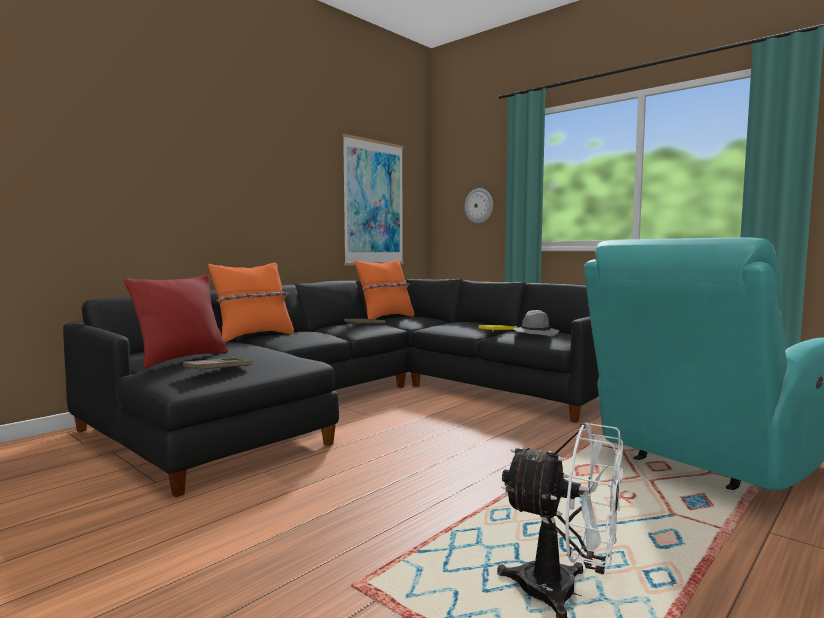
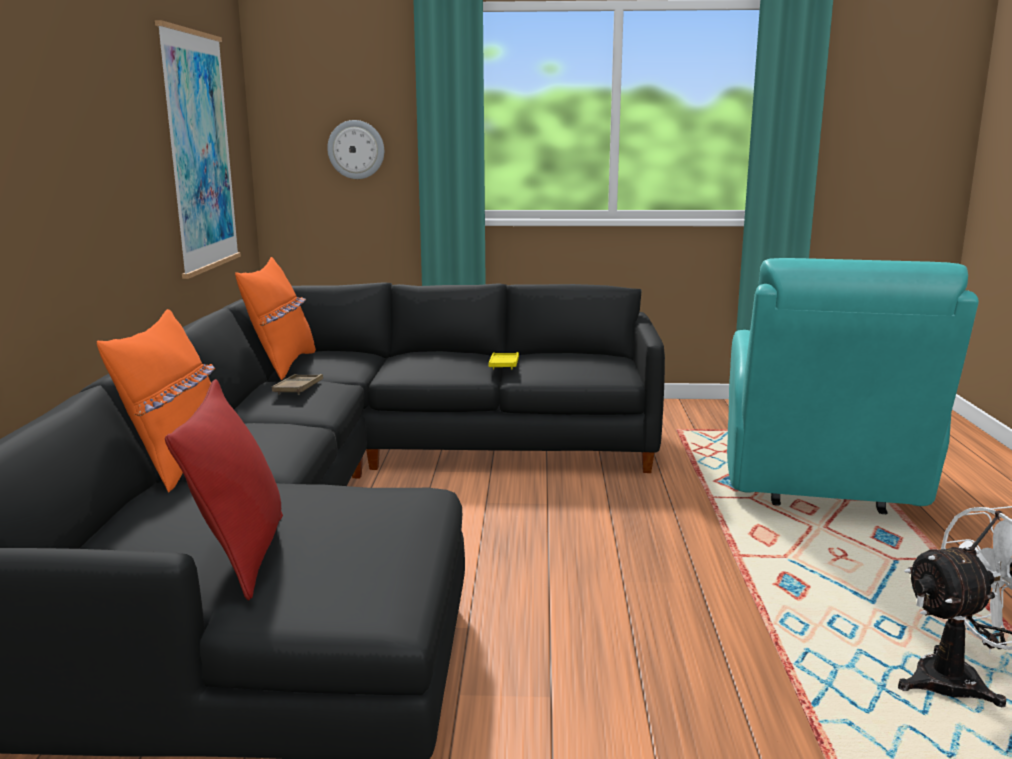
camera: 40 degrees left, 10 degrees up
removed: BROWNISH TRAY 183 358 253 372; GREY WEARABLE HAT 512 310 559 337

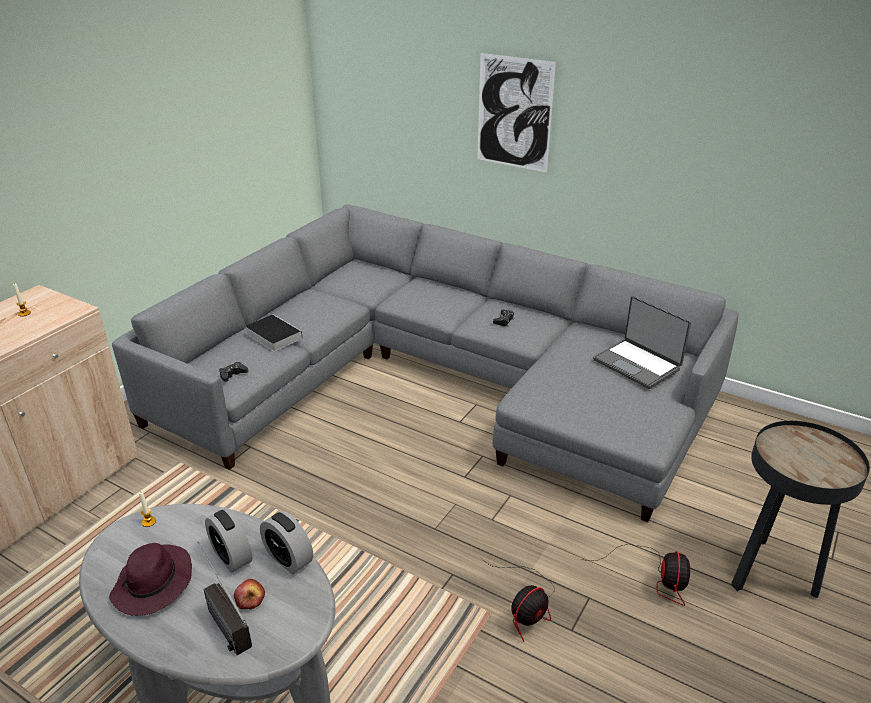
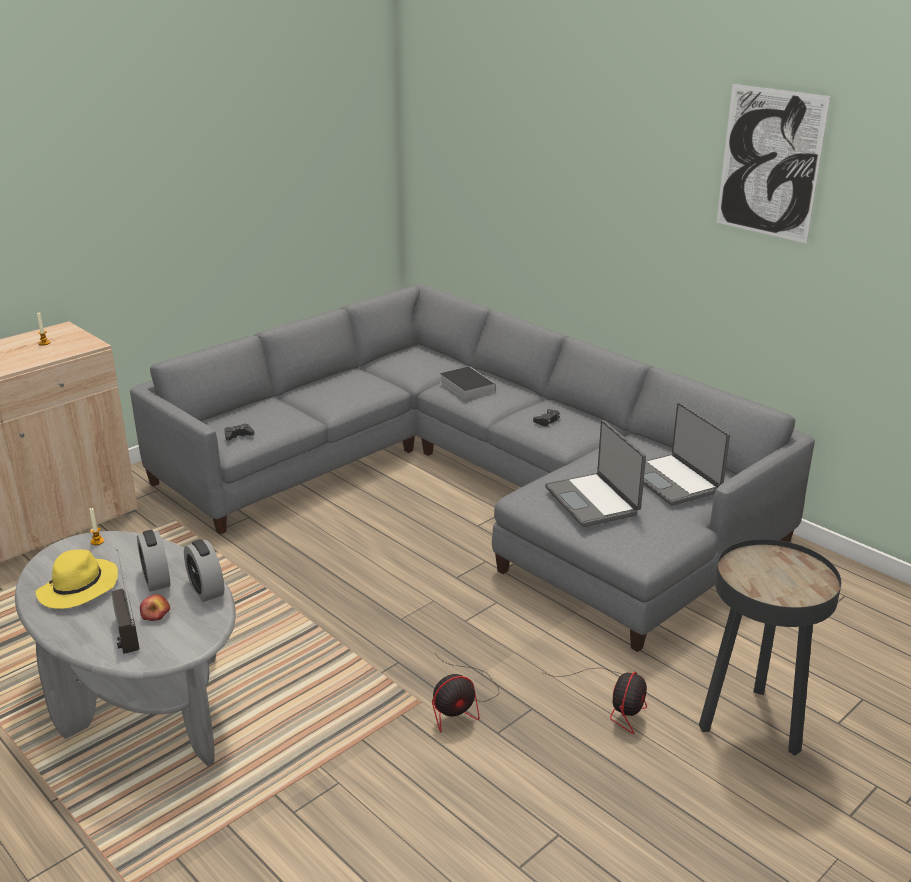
camera: 15 degrees right, 5 degrees down
added: LAPTOP 545 420 646 527
moved: BOOK 245 314 302 352 to 440 366 496 400; PICTURE 477 53 556 173 to 716 84 830 243
recoloured: PURPLE WEARABLE HAT 109 543 192 616 to YELLOW WEARABLE HAT 35 550 118 609

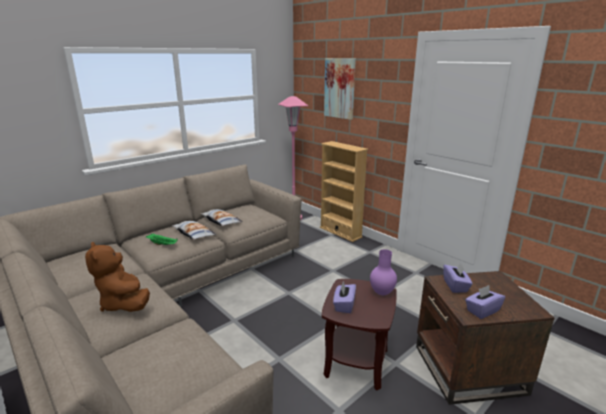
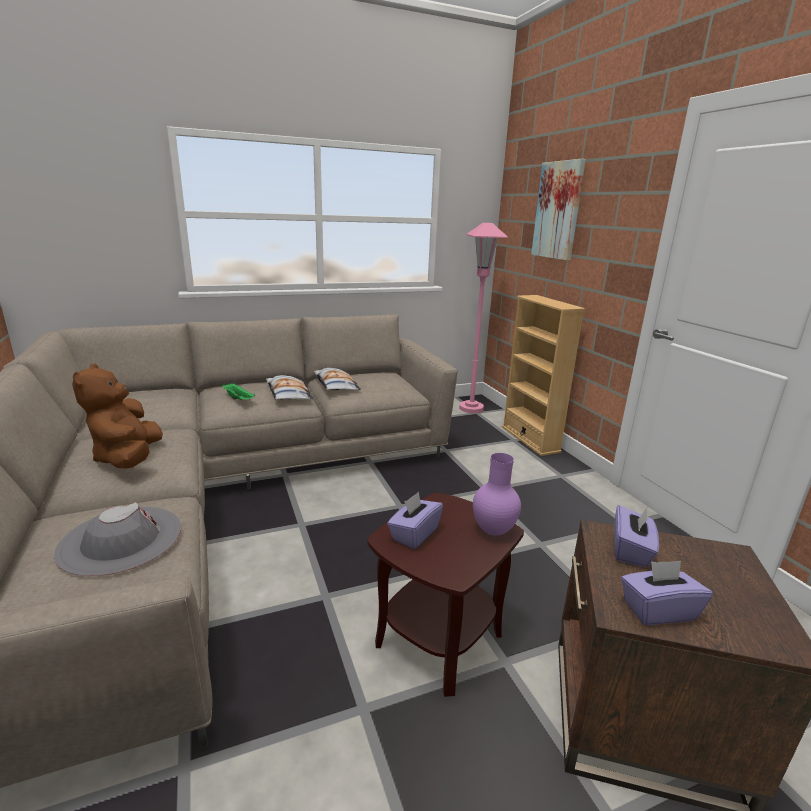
camera: 20 degrees right, 0 degrees up
added: GREY WEARABLE HAT 54 502 181 577

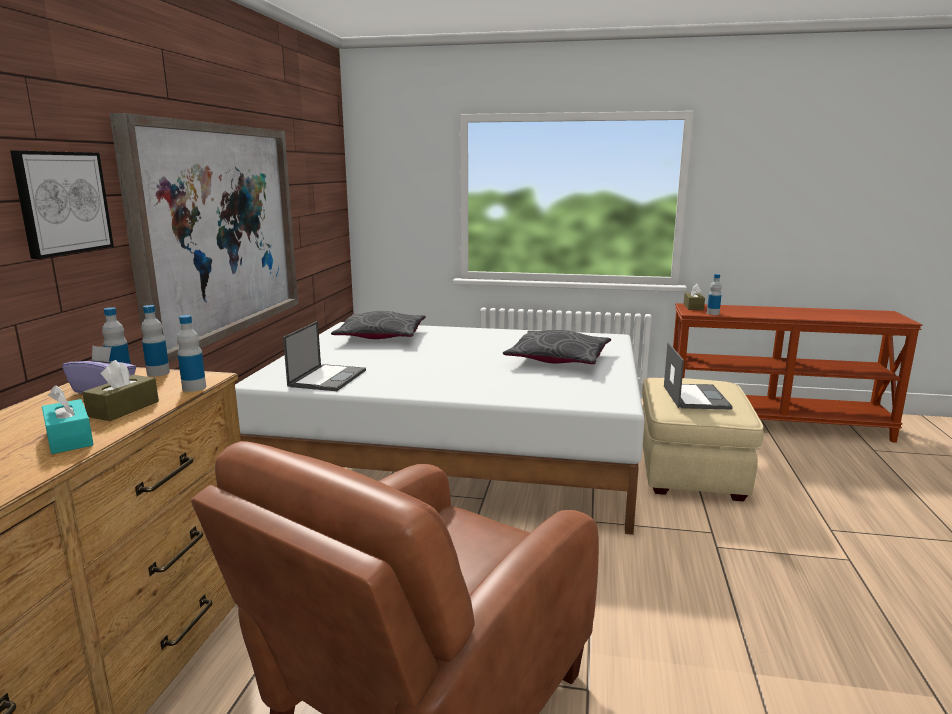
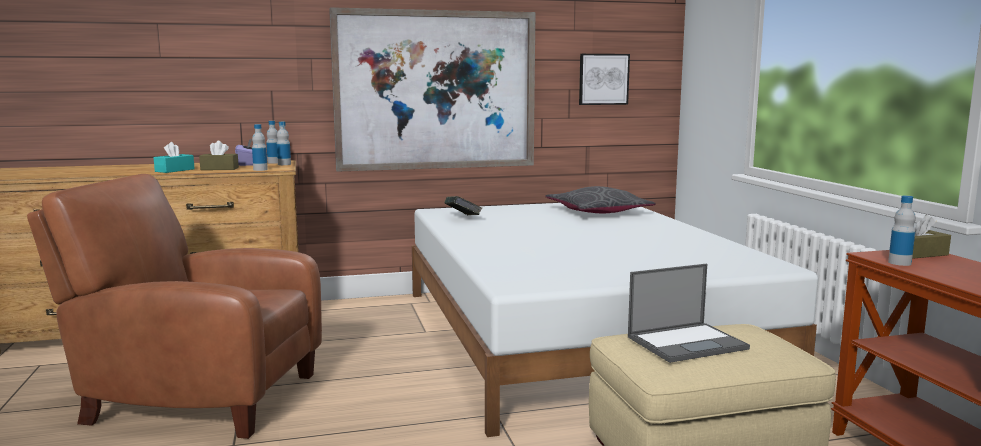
camera: 65 degrees right, 5 degrees down
removed: GREY PILLOW 503 330 611 364
moved: PICTURE 10 151 114 259 to 579 54 630 105
replaced: LAPTOP 283 321 366 391 to BOOK 444 196 482 215

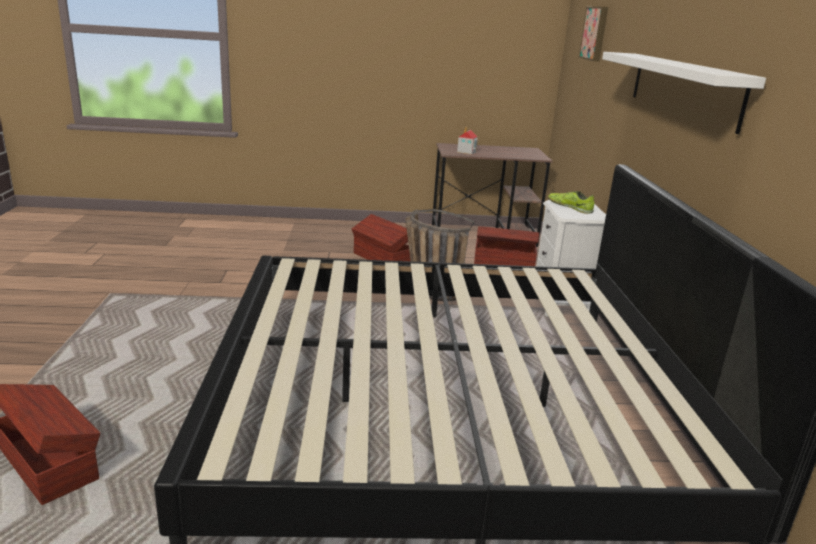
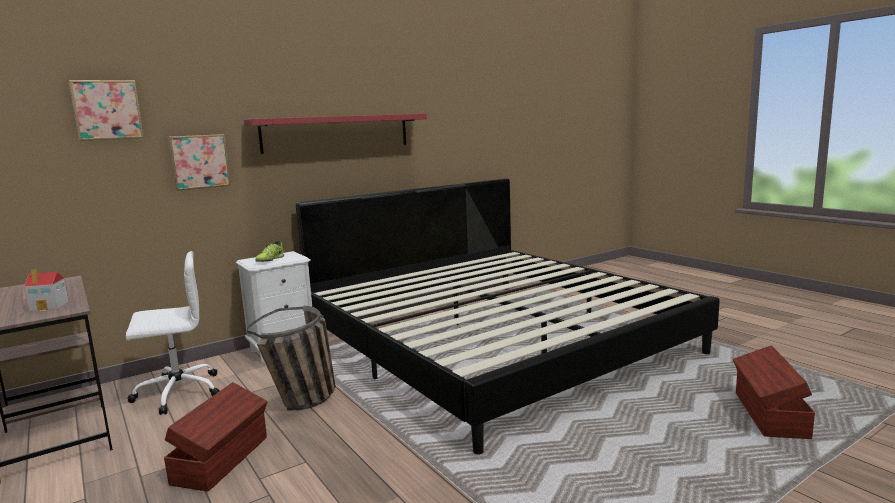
camera: 120 degrees left, 10 degrees down
added: PICTURE 168 134 231 191
replaced: BROWNISH STORAGE BOX 474 226 539 266 to WHITE-COLOURED OFFICE CHAIR 126 251 220 415
recoloured: WHITE-COLOURED BRACKET SHELF 602 52 766 134 to RED-COLOURED BRACKET SHELF 244 114 427 154

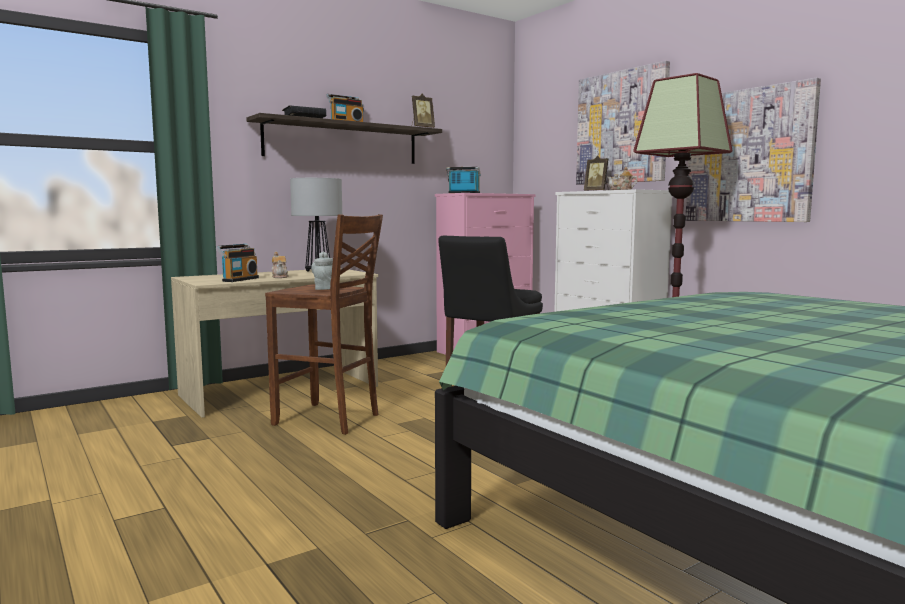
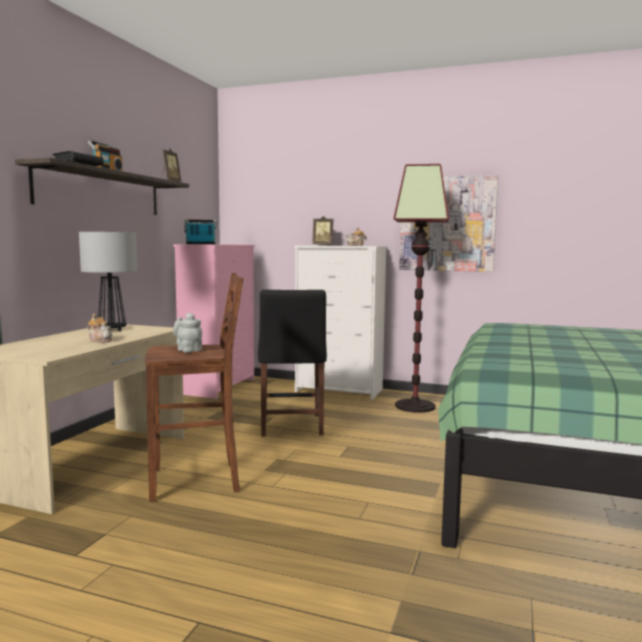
camera: 35 degrees left, 0 degrees up
removed: RADIO 216 244 259 282; PICTURE 576 61 670 185

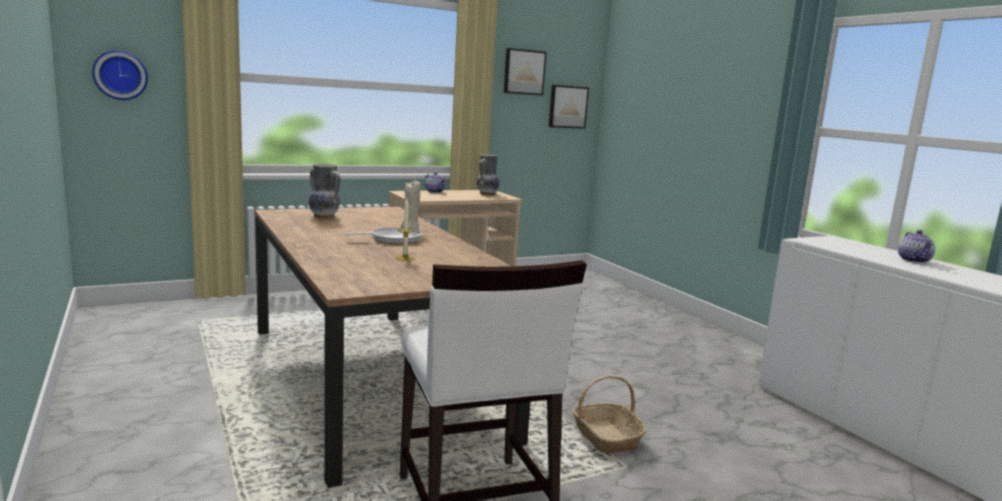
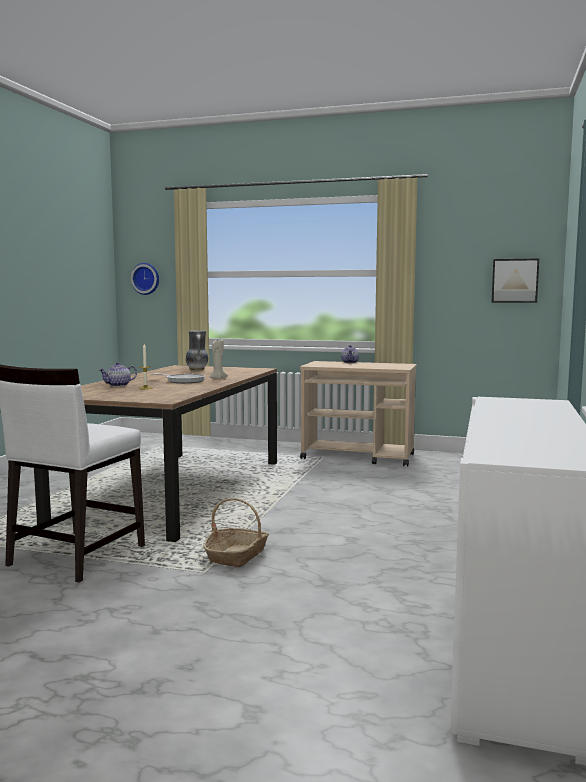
camera: 45 degrees right, 5 degrees down
removed: FLOWER VASE 477 154 499 195; PICTURE 504 48 547 96
moved: TEAPOT 898 230 935 263 to 99 362 137 387

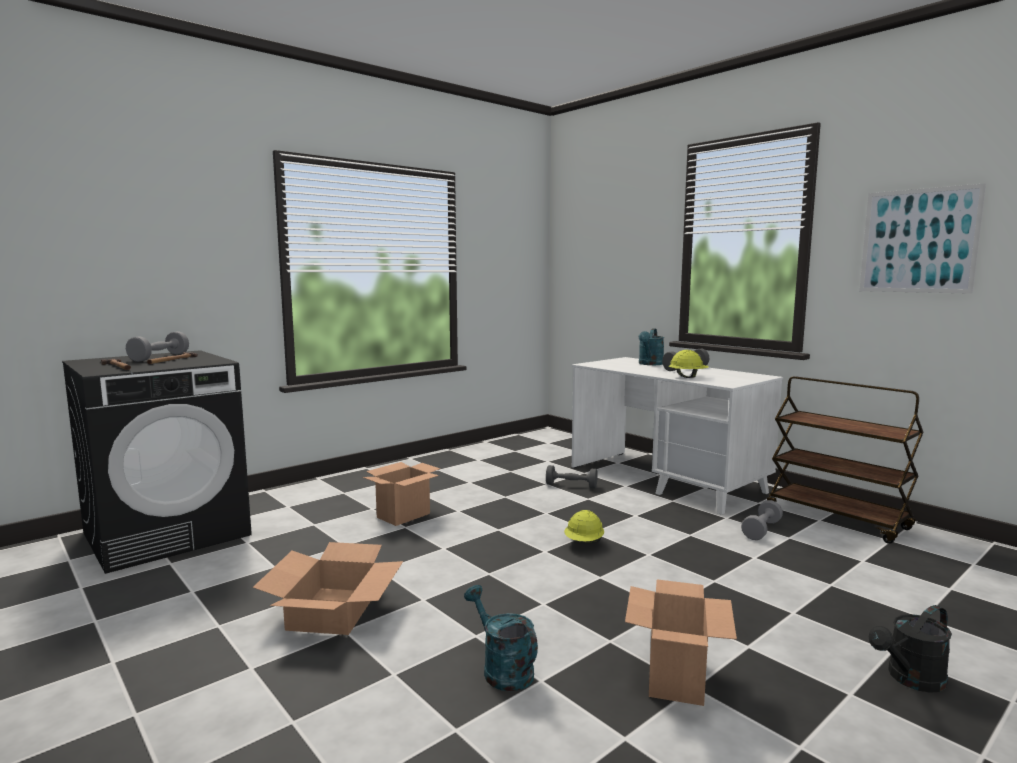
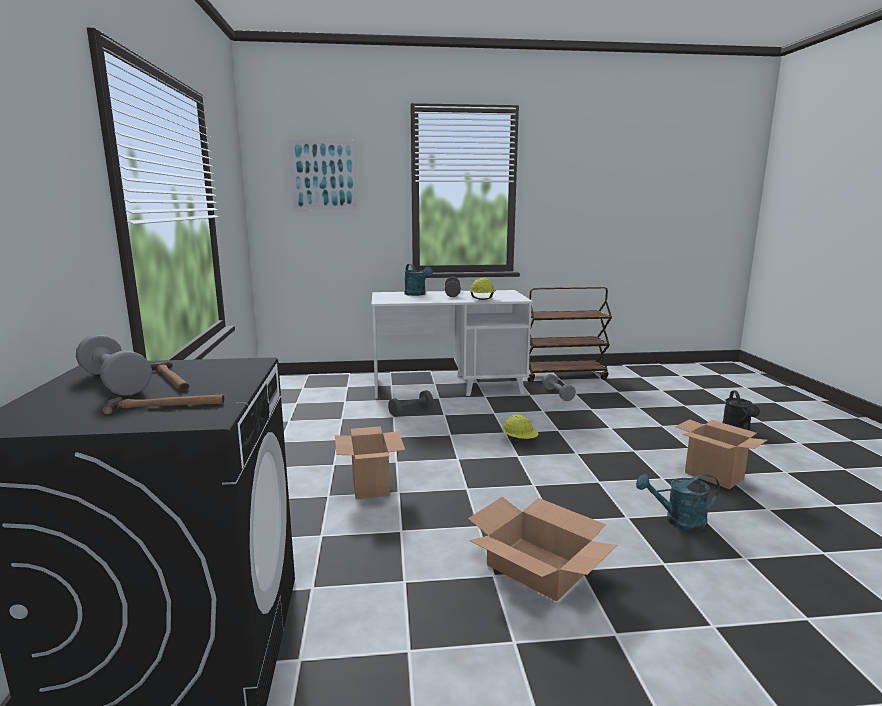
camera: 55 degrees left, 5 degrees up
moved: PICTURE 859 183 986 294 to 288 140 359 210

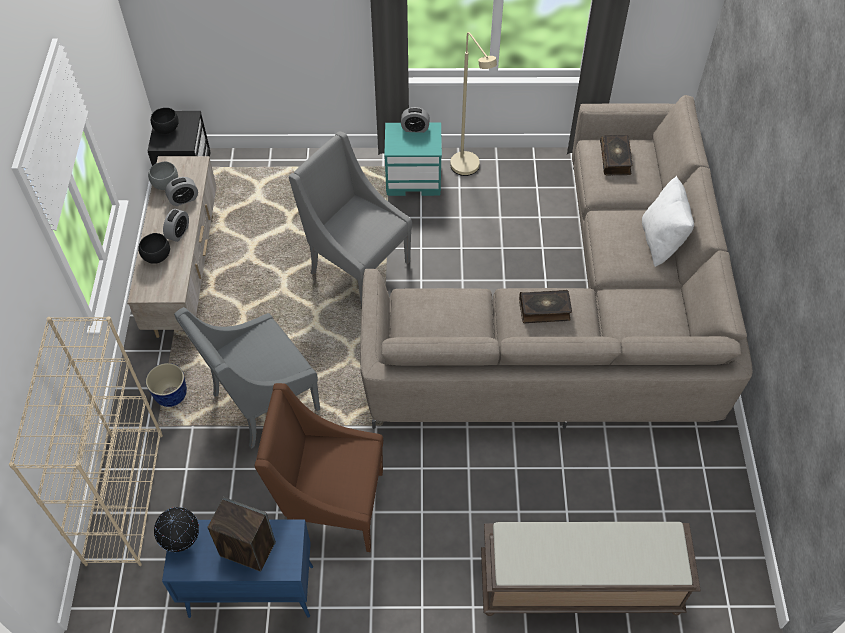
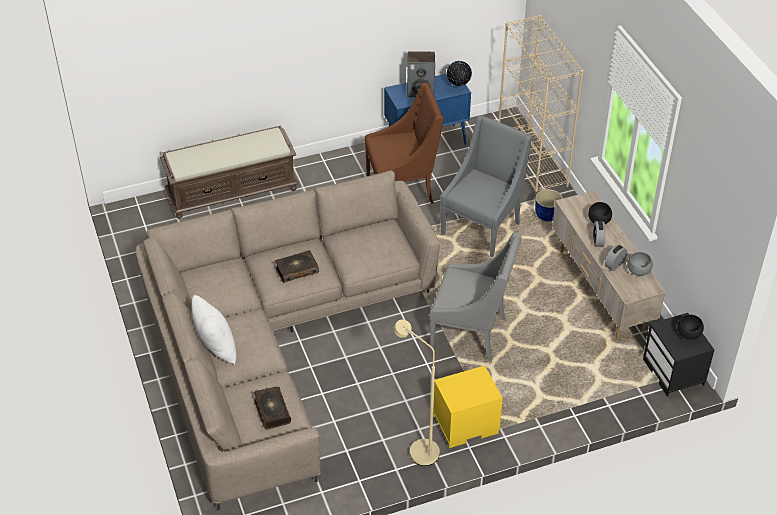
camera: 160 degrees right, 10 degrees down
removed: ALARM CLOCK 401 107 430 133
recoloured: BLUE-GREEN NIGHT TABLE 384 123 442 196 to YELLOW NIGHT TABLE 433 366 503 448

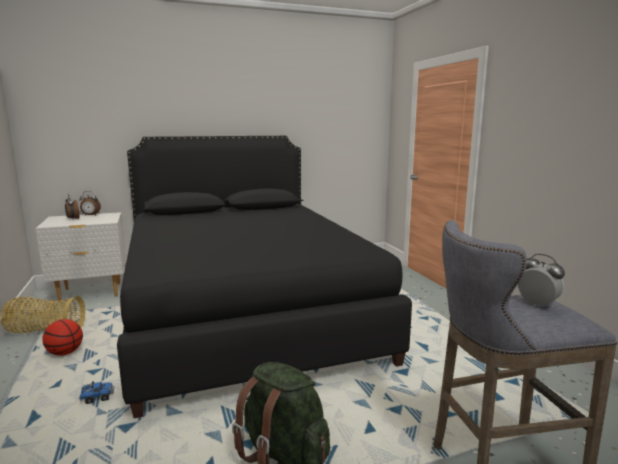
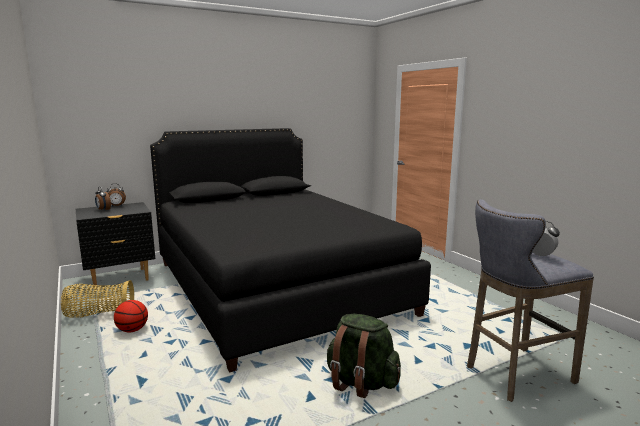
camera: 10 degrees left, 0 degrees up
removed: TOY TRUCK 79 381 114 404
recoloured: WHITE-COLOURED NIGHT TABLE 35 212 126 302 to BLACK NIGHT TABLE 76 202 155 287

